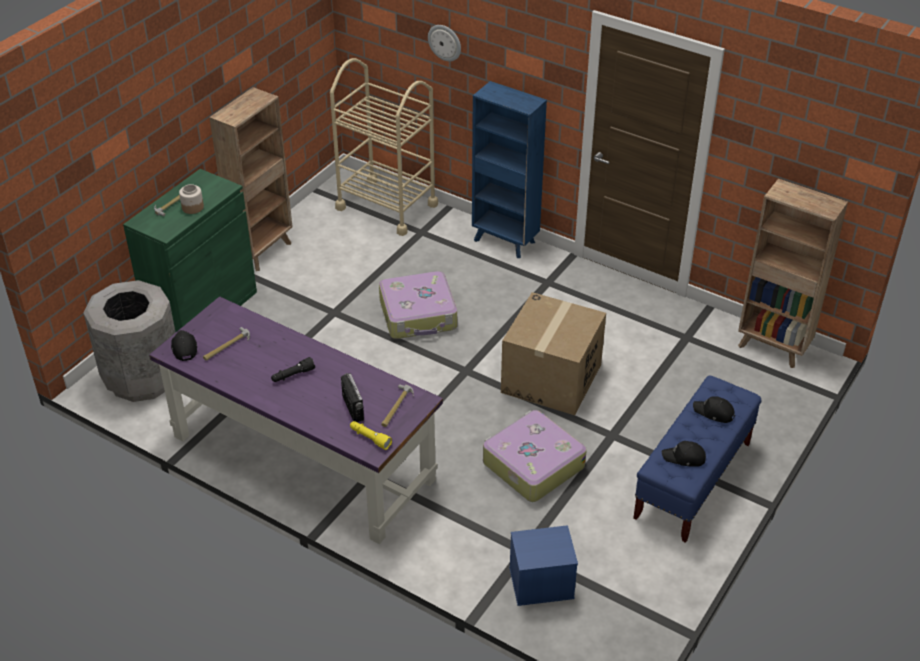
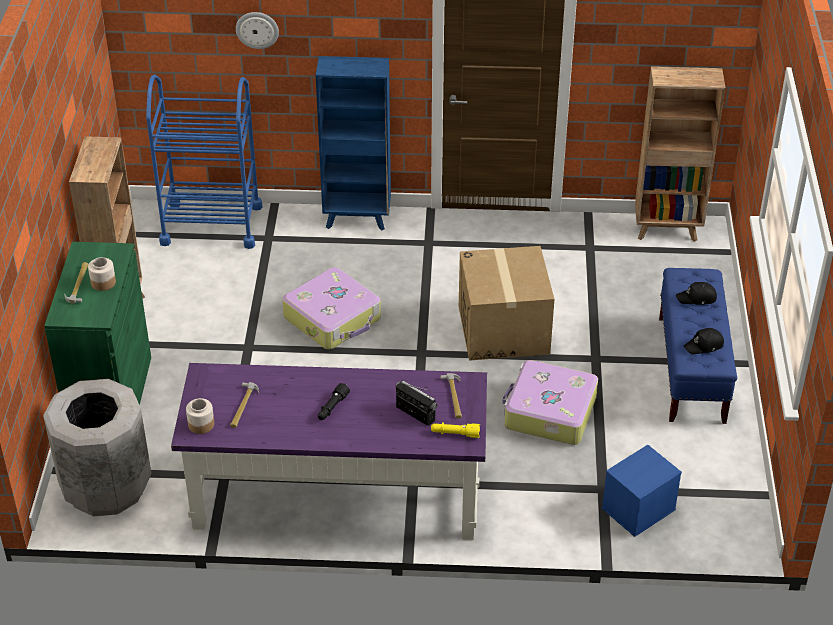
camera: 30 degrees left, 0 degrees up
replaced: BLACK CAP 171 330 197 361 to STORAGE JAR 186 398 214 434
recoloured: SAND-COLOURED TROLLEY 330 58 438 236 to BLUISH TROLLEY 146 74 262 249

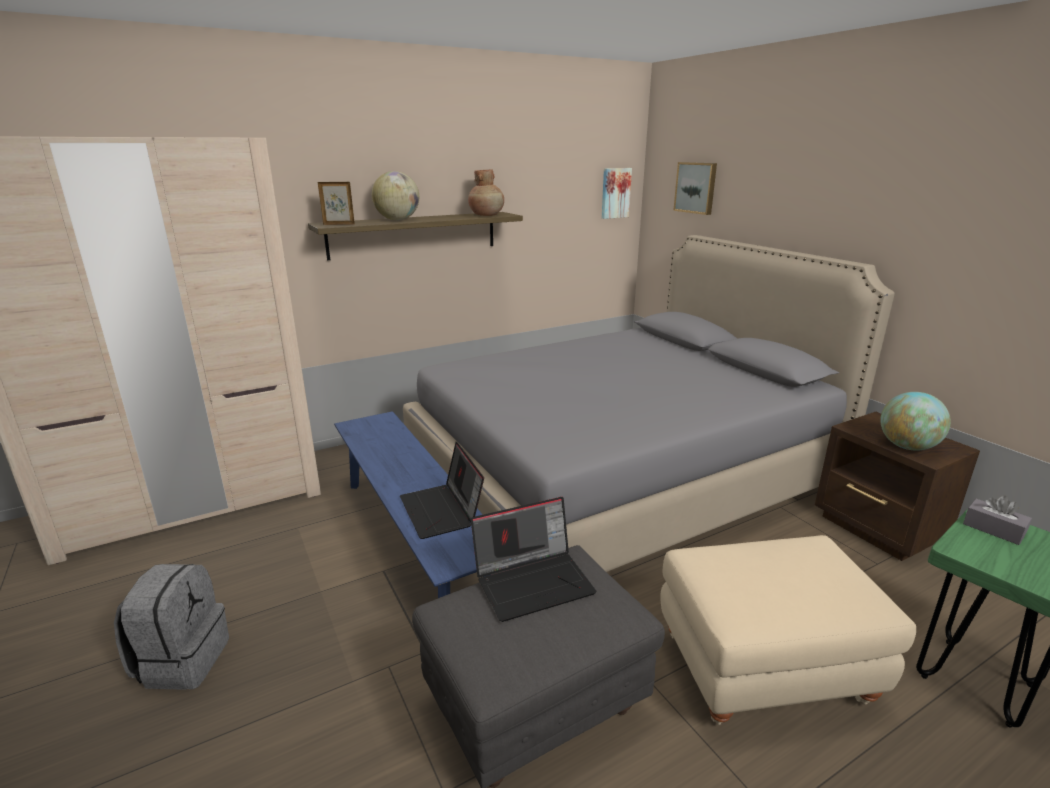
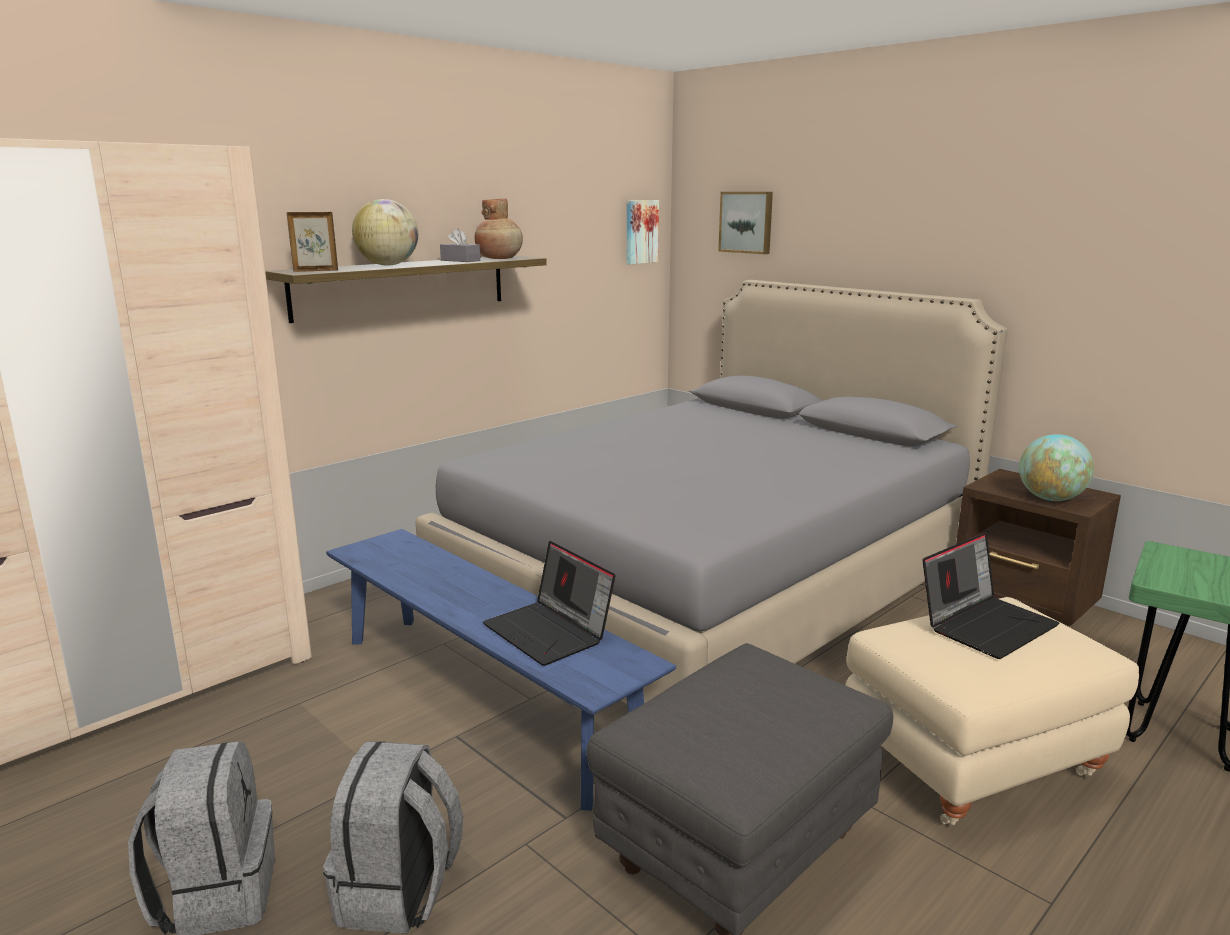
camera: 15 degrees left, 5 degrees down
added: GREY BACKPACK 323 741 463 934
moved: LAPTOP 471 497 596 622 to 922 533 1059 659; GREY TISSUE BOX 963 496 1032 545 to 440 228 480 262

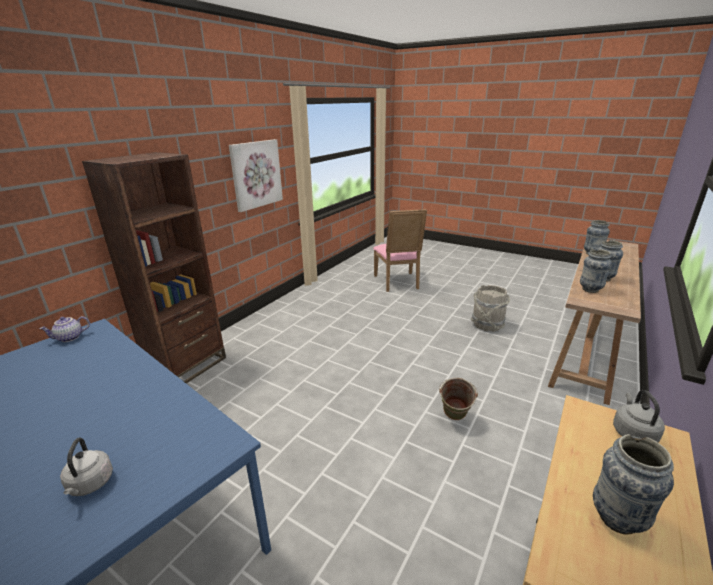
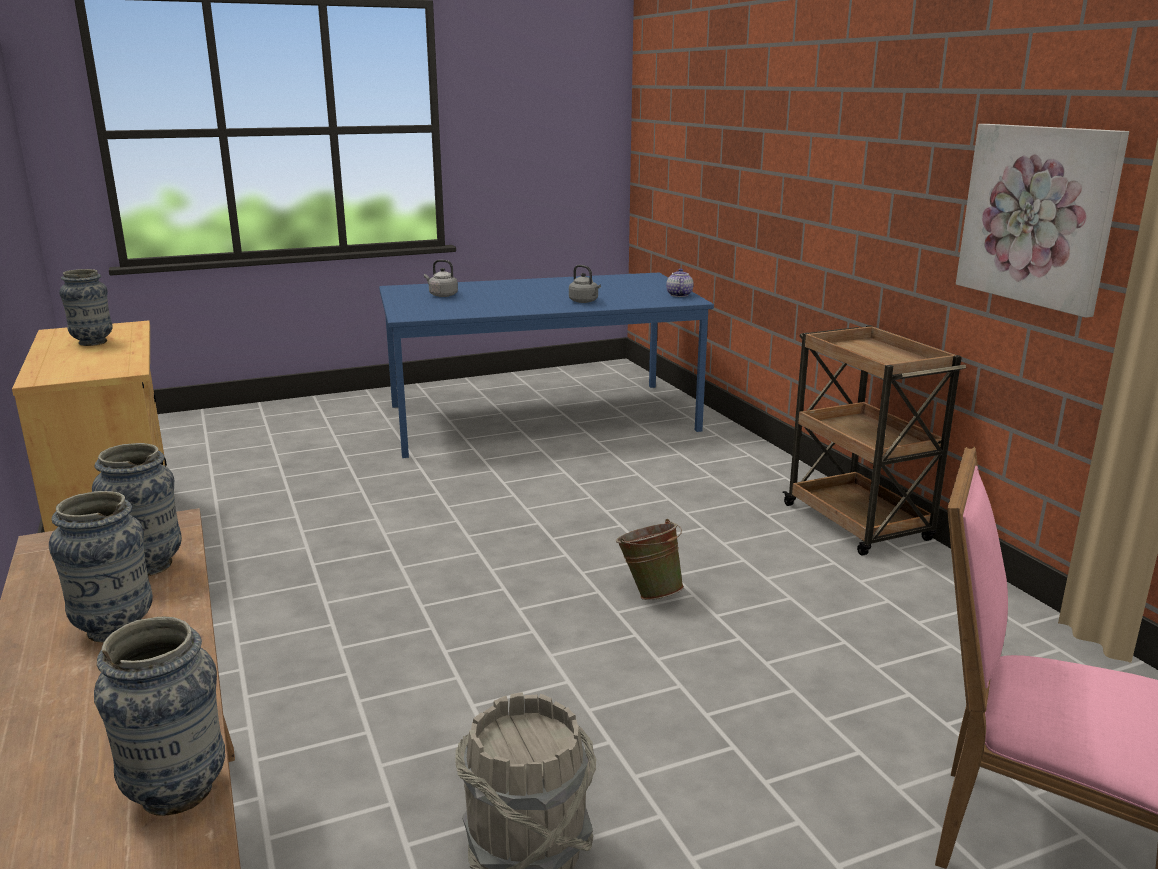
camera: 125 degrees right, 5 degrees down
removed: BROWNISH SHELVING UNIT 82 152 226 383
added: BROWNISH TROLLEY 783 325 966 556
moved: GREENISH PAIL 439 378 478 420 to 616 519 684 600; GREY TEA KETTLE 613 390 665 443 to 569 265 601 303

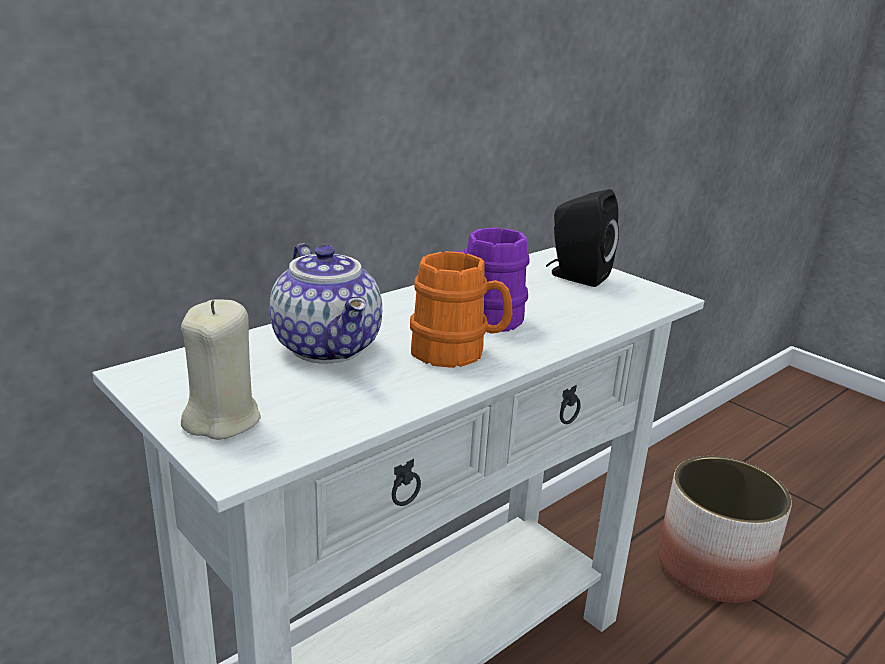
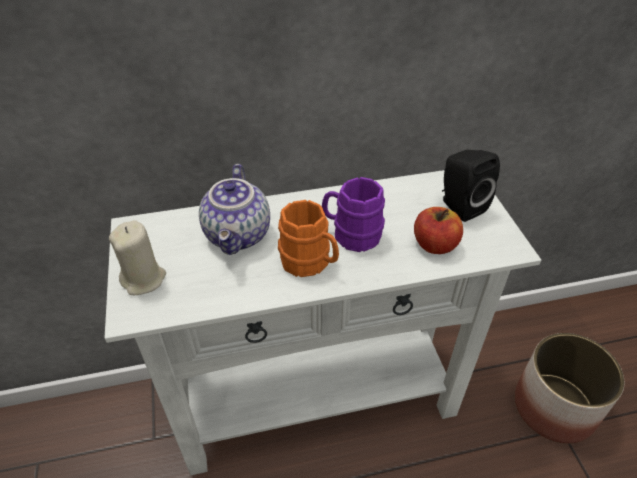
camera: 30 degrees right, 20 degrees up
added: APPLE FRUIT 414 207 463 254

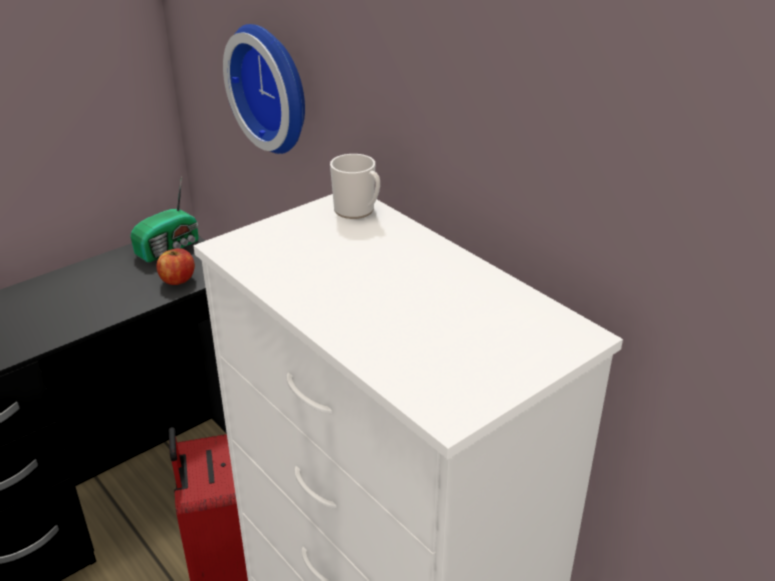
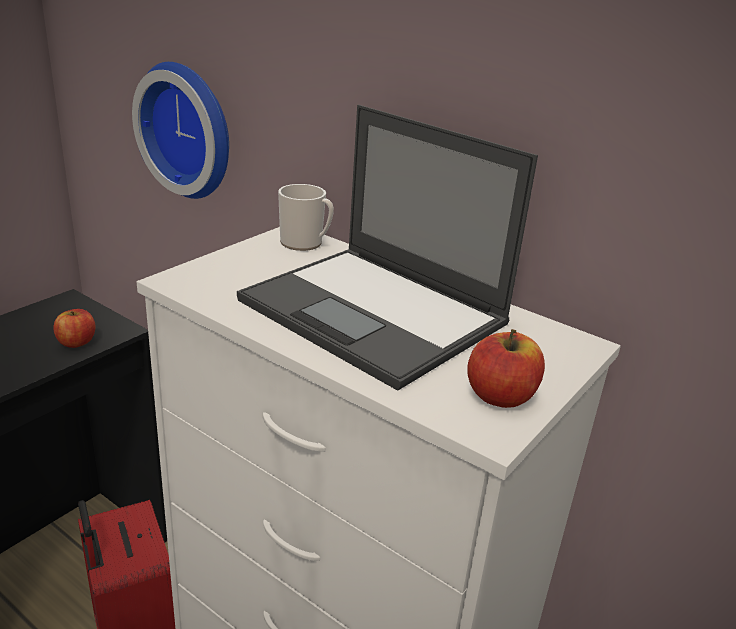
camera: 15 degrees left, 5 degrees down
removed: RADIO 130 176 198 262
added: LAPTOP 237 105 538 391; APPLE FRUIT 467 329 545 408

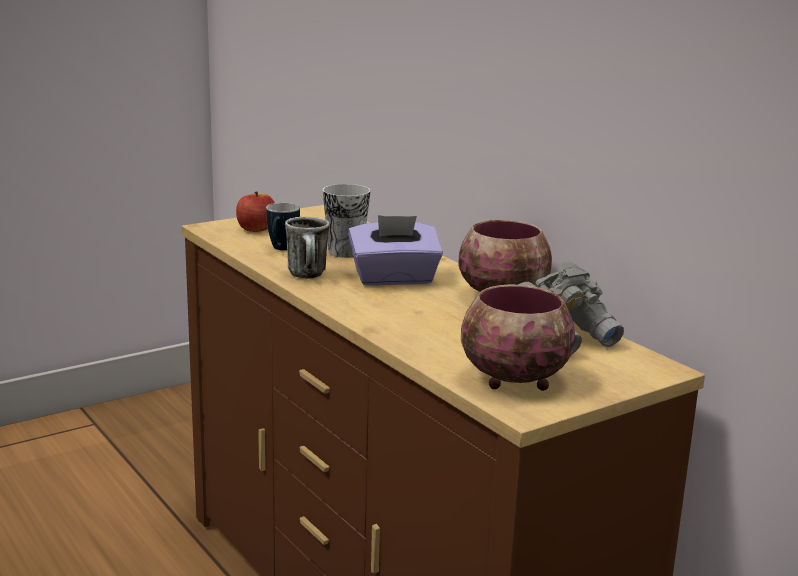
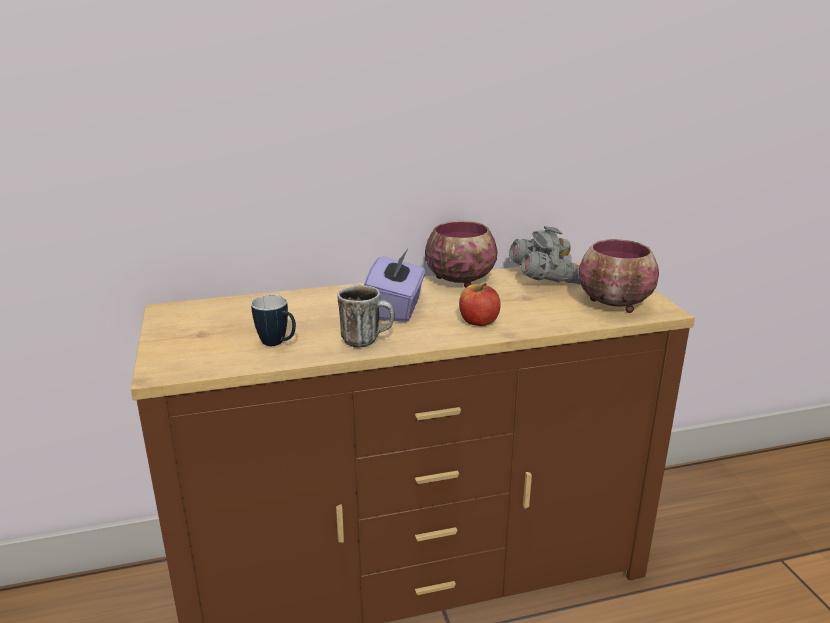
camera: 70 degrees left, 5 degrees up
removed: CUP 323 184 371 258
moved: APPLE FRUIT 236 191 275 232 to 459 283 501 326

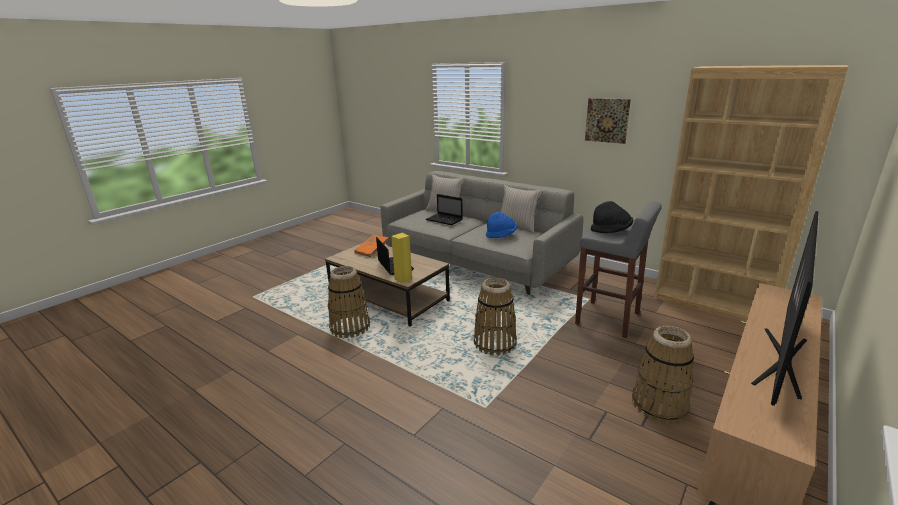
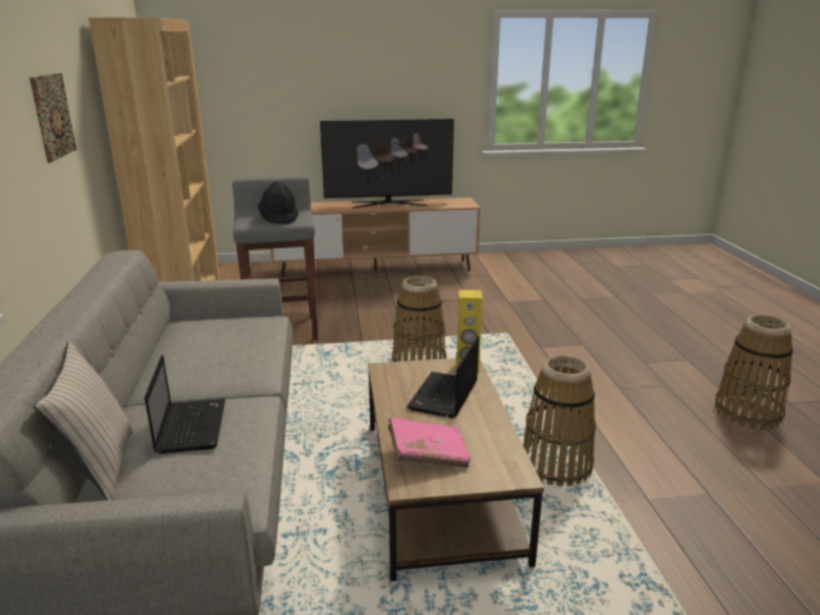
camera: 135 degrees left, 0 degrees up
removed: BLUISH WEARABLE HAT 486 212 517 238; SAND-COLOURED PILLOW 500 185 543 233
moved: STORAGE BASKET 632 326 694 424 to 715 315 793 430
recoloured: ORANGEY BOOK 354 235 389 257 to PINKISH BOOK 388 417 471 468

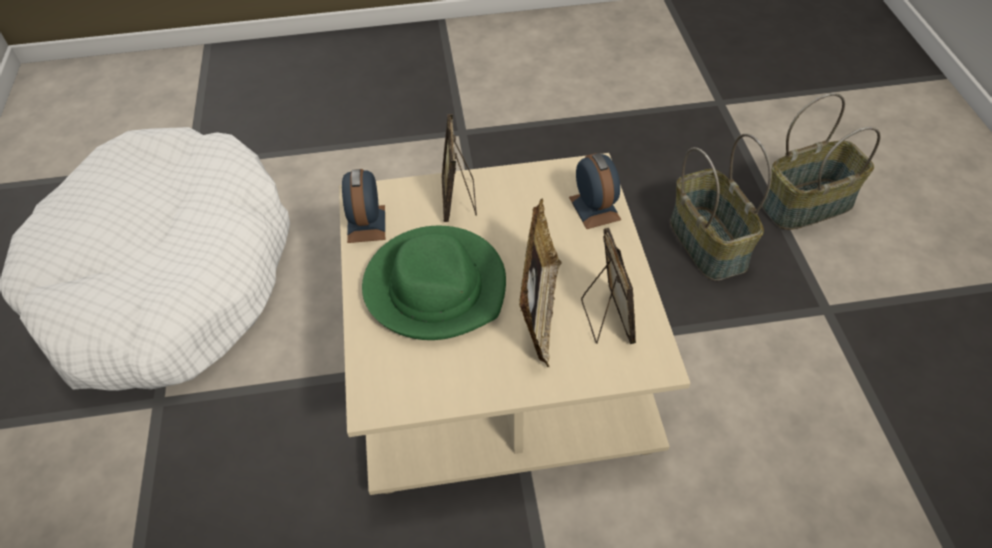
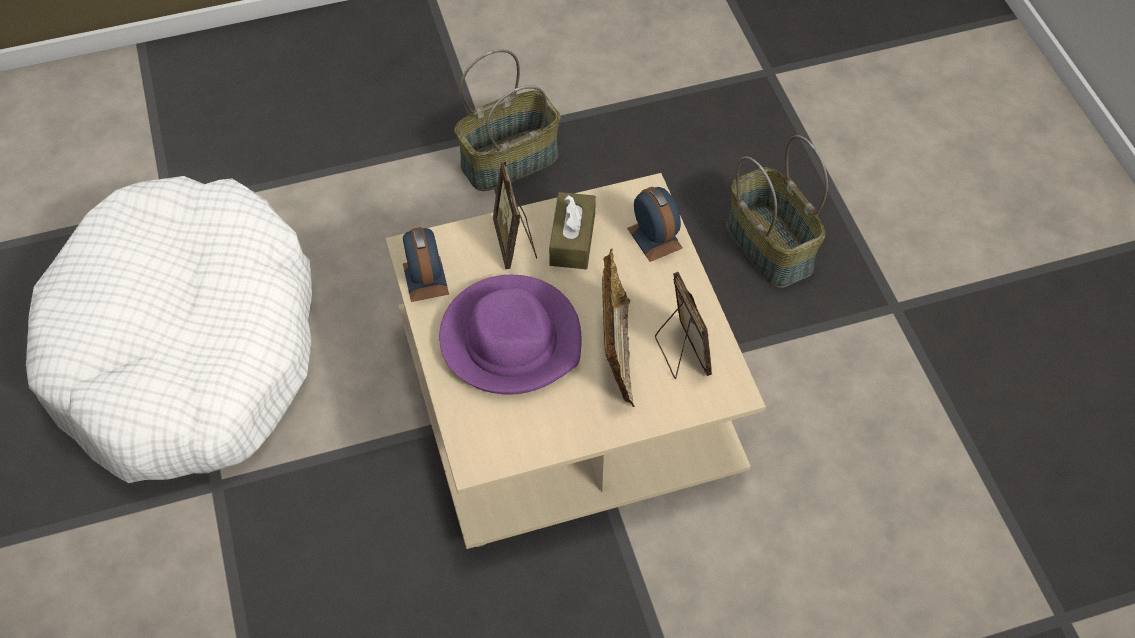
camera: 10 degrees left, 5 degrees up
added: BROWNISH TISSUE BOX 549 192 596 270
moved: STORAGE BASKET 762 93 881 230 to 455 49 560 191
recoloured: GREENISH WEARABLE HAT 362 226 506 340 to PURPLE WEARABLE HAT 439 275 581 395

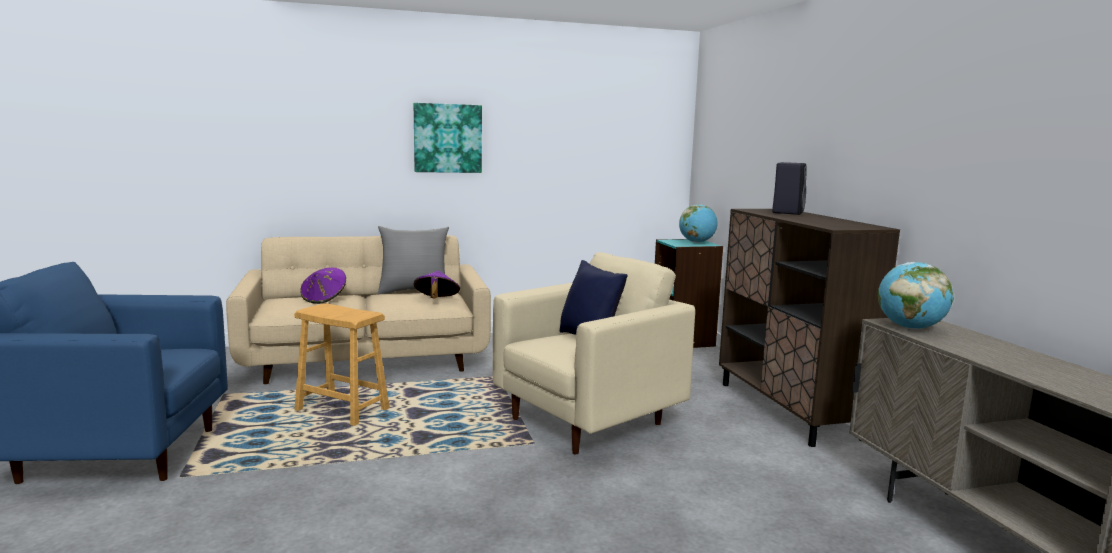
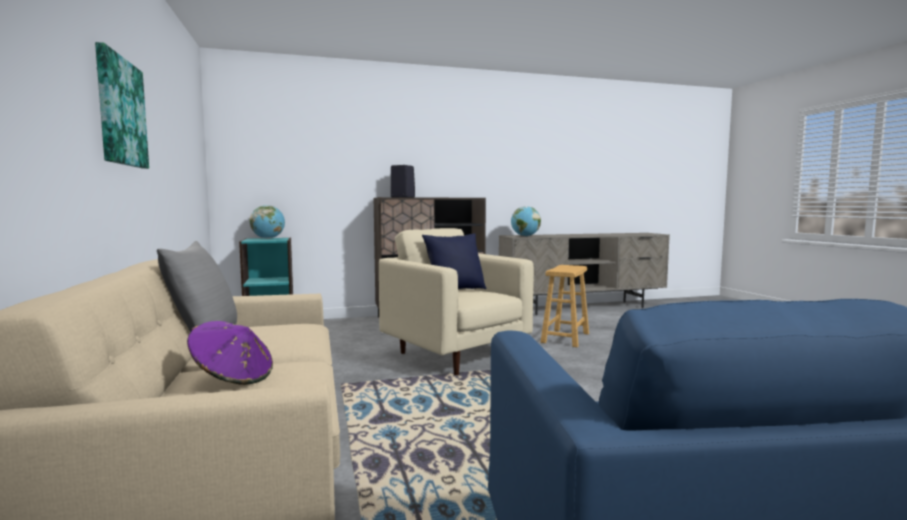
camera: 90 degrees left, 5 degrees down
removed: PURPLE WEARABLE HAT 414 271 460 298
moved: BROWNISH STOOL 294 304 390 426 to 541 265 589 347

